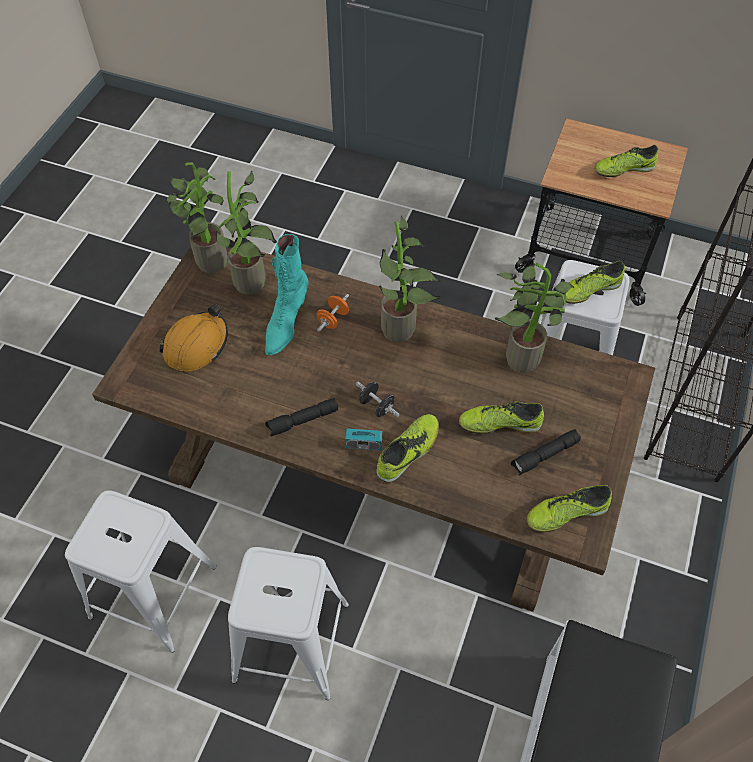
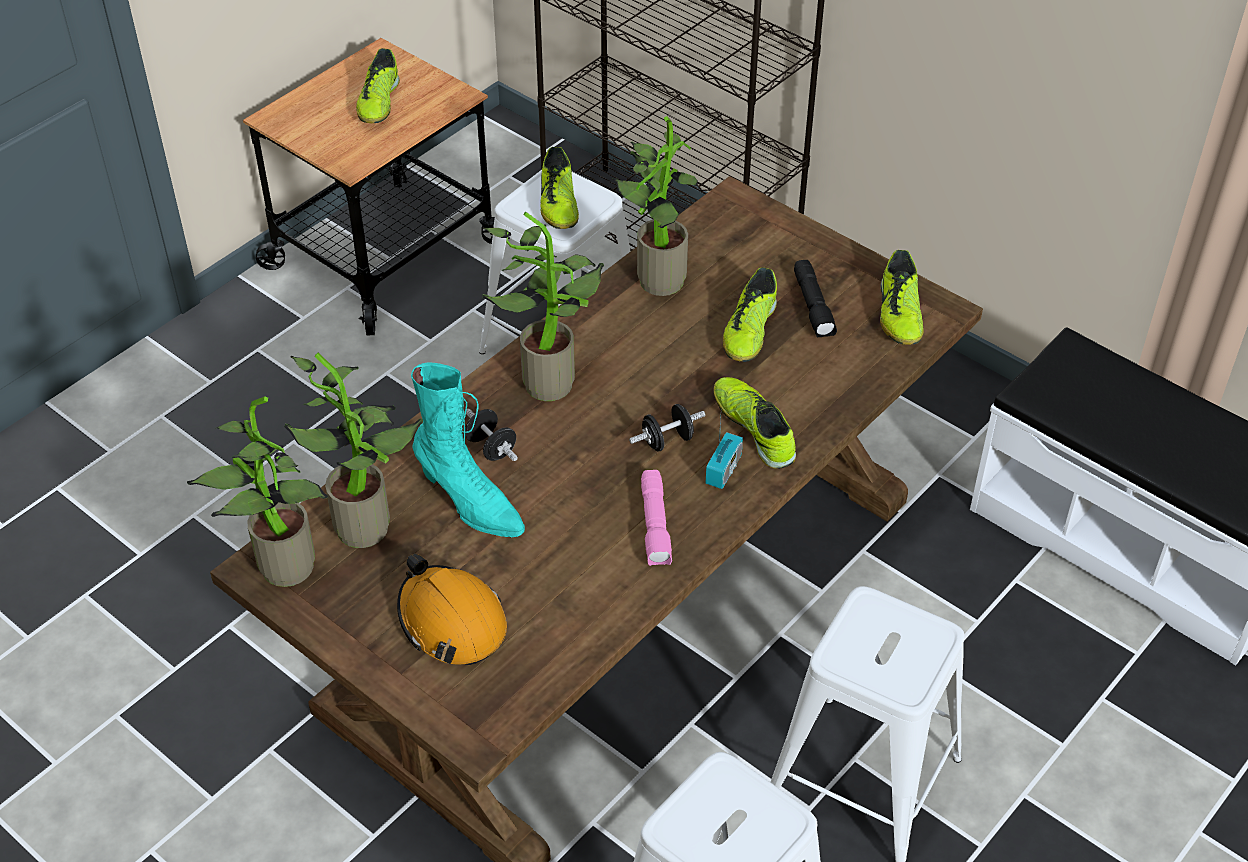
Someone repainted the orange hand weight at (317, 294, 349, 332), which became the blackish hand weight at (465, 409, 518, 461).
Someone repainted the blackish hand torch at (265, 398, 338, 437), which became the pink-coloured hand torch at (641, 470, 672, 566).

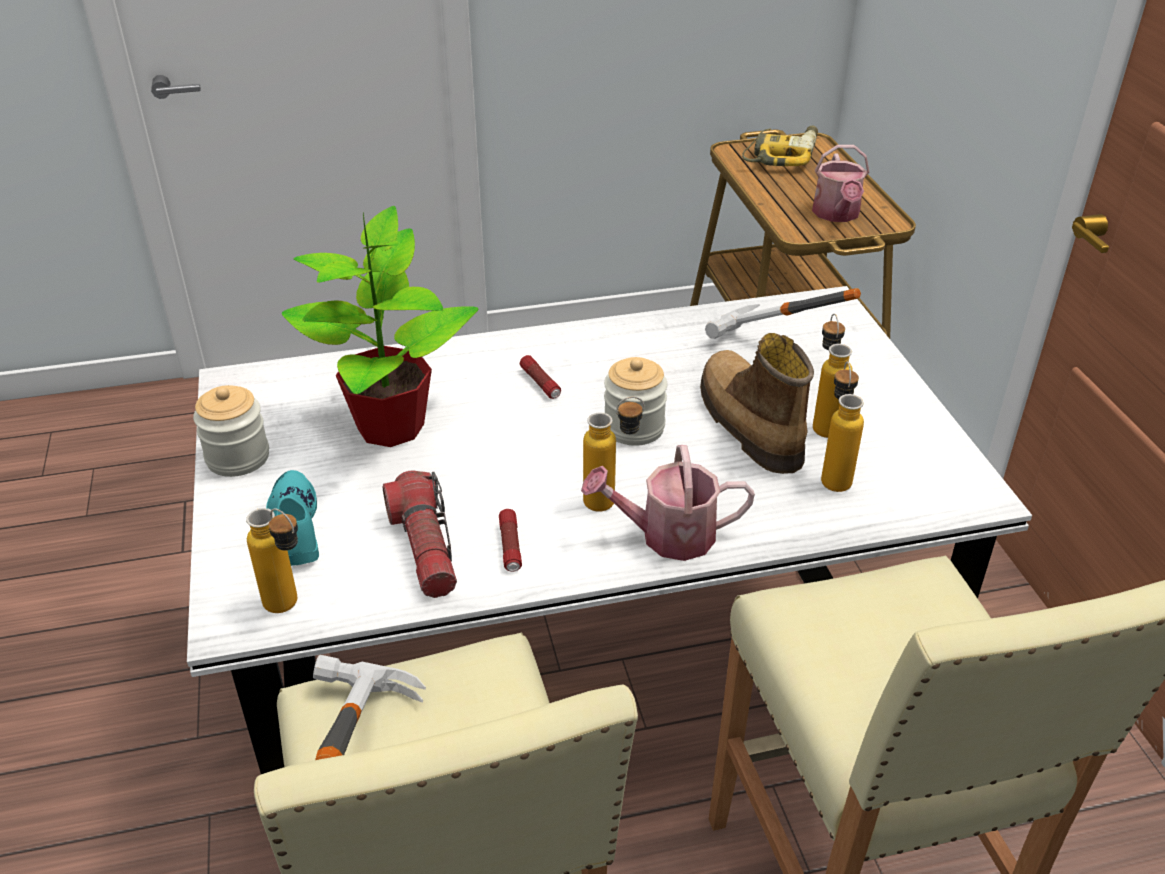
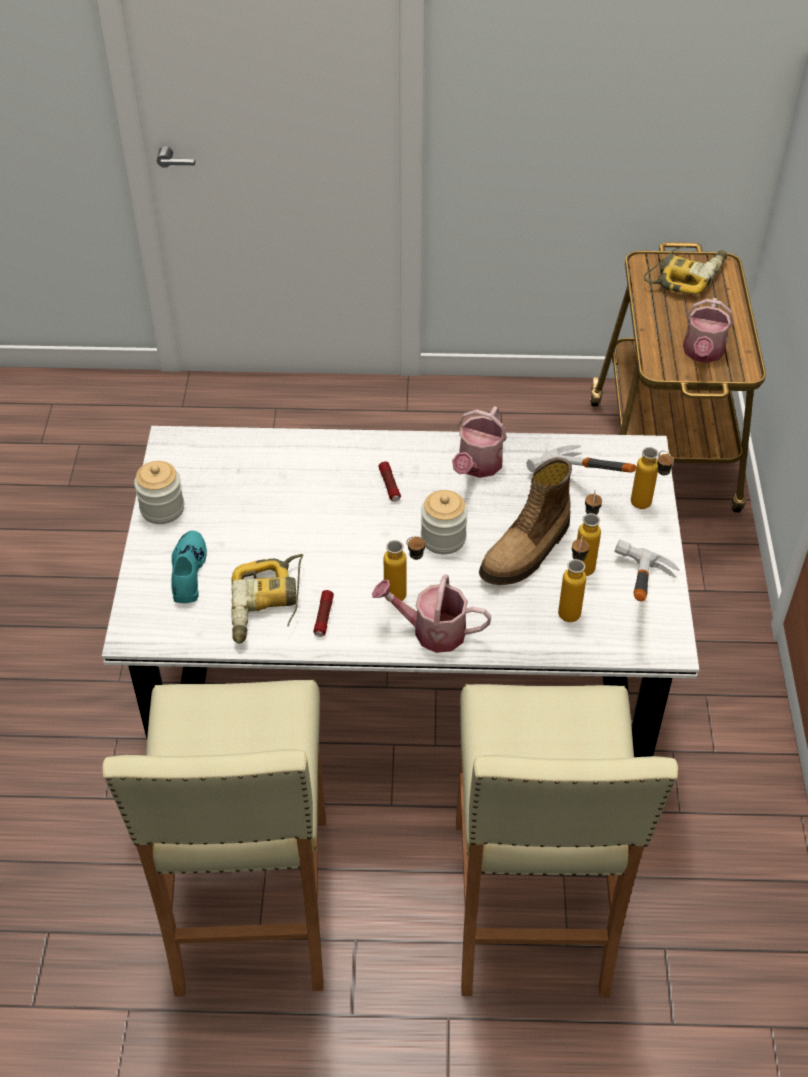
Someone took away the plant in a pot at (282, 206, 478, 447).
Someone rotated the tall boot at (700, 333, 814, 474) by 135 degrees counterclockwise.
Someone swapped the hand torch at (383, 470, 457, 598) for the drill at (231, 554, 303, 644).
Someone carried the bottle from (246, 508, 298, 613) to (631, 447, 674, 509).
Someone carried the hammer from (313, 655, 426, 760) to (614, 539, 680, 601).
Someone put down the watering pot at (452, 406, 507, 478).

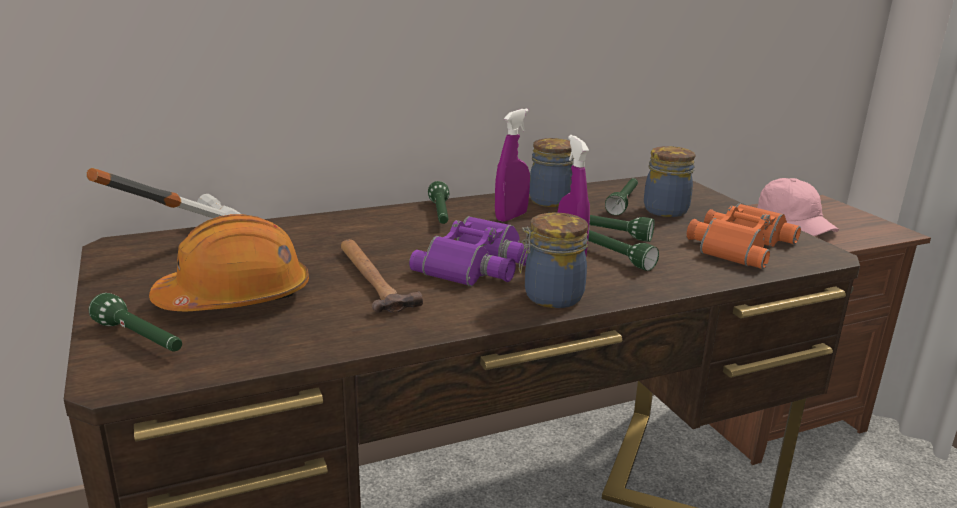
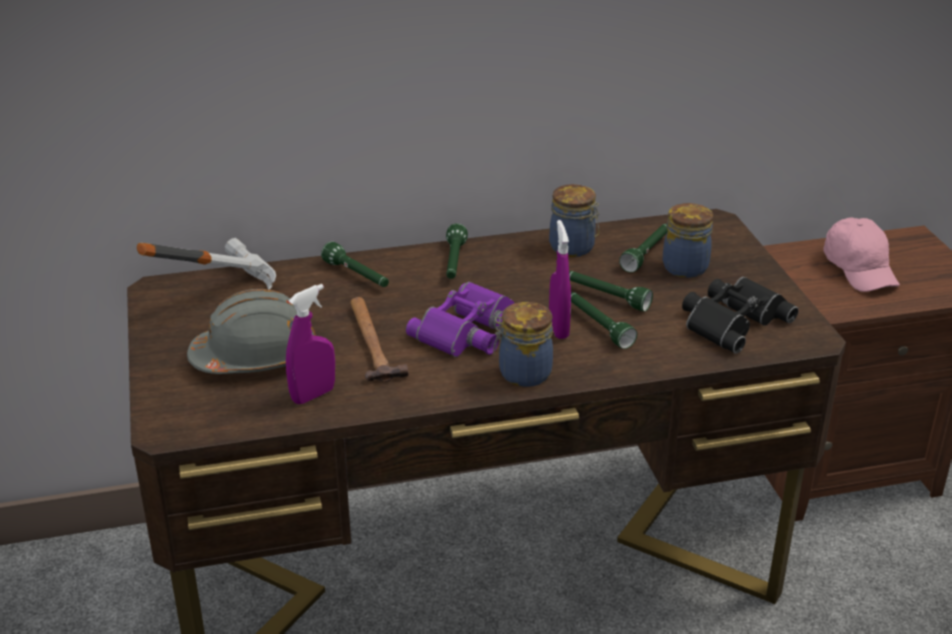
Someone carried the purple-coloured hand sprayer from (495, 109, 530, 222) to (286, 284, 335, 404).
Someone repainted the orange binoculars at (687, 203, 801, 269), which became the blackish binoculars at (682, 277, 799, 354).
Someone repainted the orange work helmet at (149, 214, 309, 311), which became the gray work helmet at (187, 289, 316, 374).
Someone carried the green-coloured hand torch from (89, 293, 182, 351) to (321, 242, 389, 287).

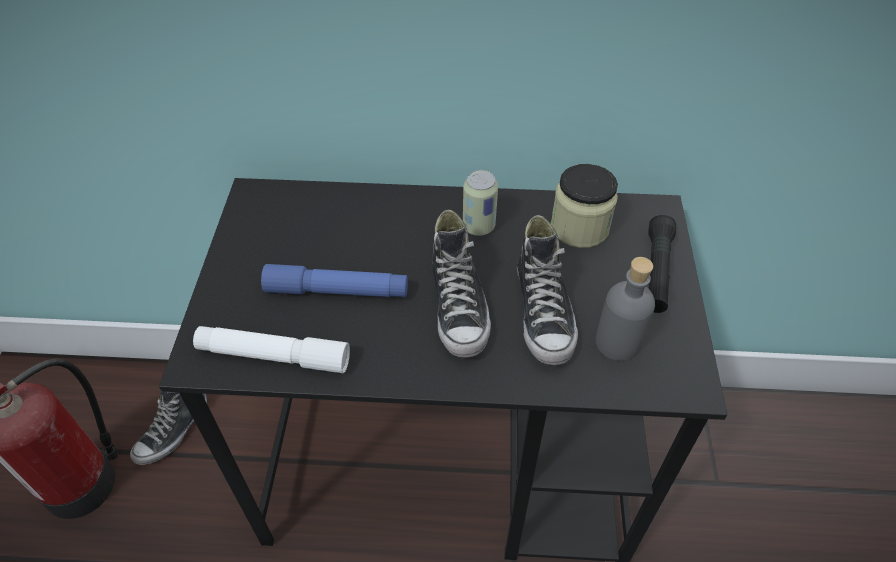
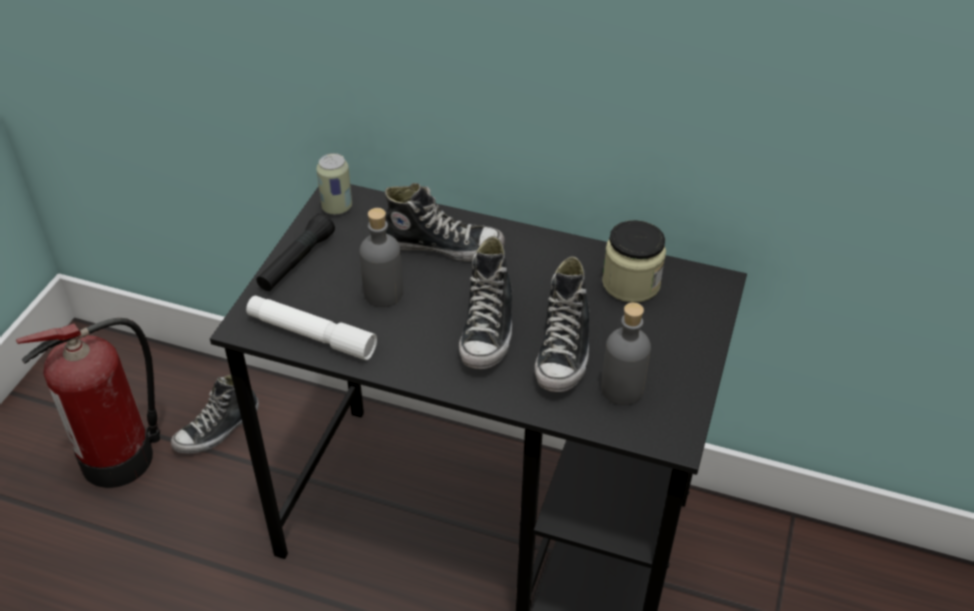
Someone carried the sealed can from (463, 170, 498, 236) to (316, 153, 352, 215).
Someone carried the blackish hand torch from (648, 215, 676, 313) to (256, 213, 335, 291).
Someone swapped the blue hand torch at (261, 264, 408, 297) for the gray bottle at (359, 208, 403, 307).
Someone put down the shoe at (384, 183, 505, 262).

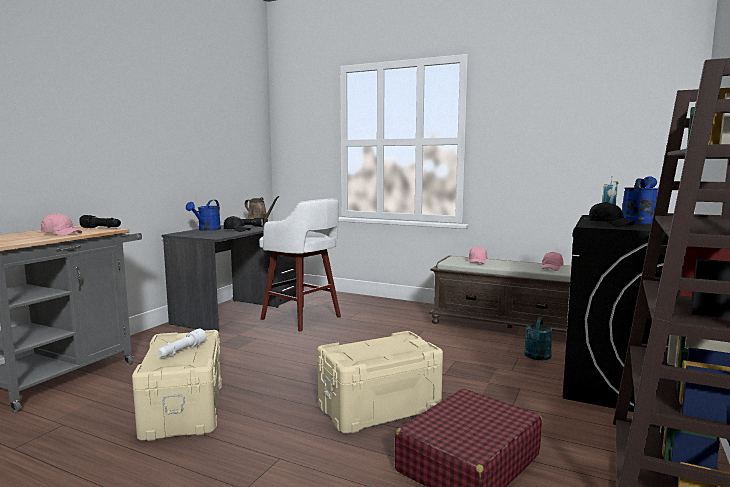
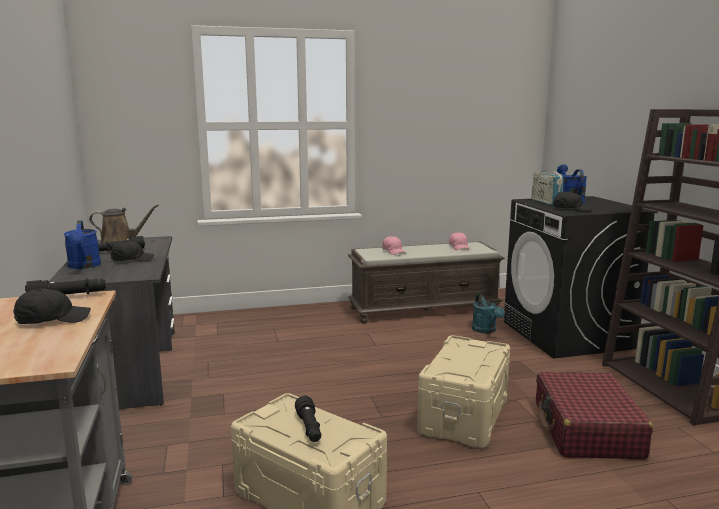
Someone took away the white stool at (259, 198, 341, 332).
Someone repainted the pink-coloured cap at (41, 213, 82, 236), which became the blackish cap at (13, 289, 91, 324).
Someone repainted the white hand torch at (158, 329, 207, 357), which became the blackish hand torch at (295, 396, 321, 442).

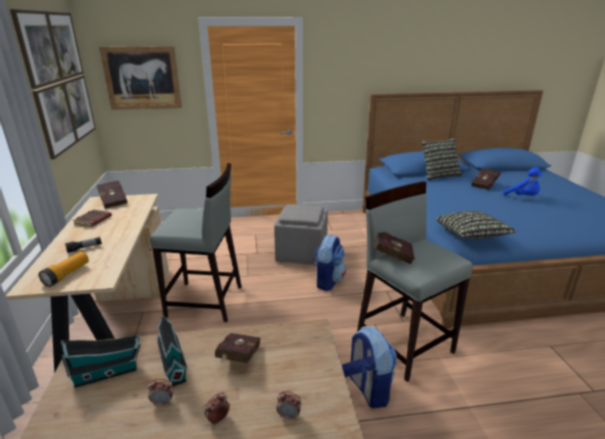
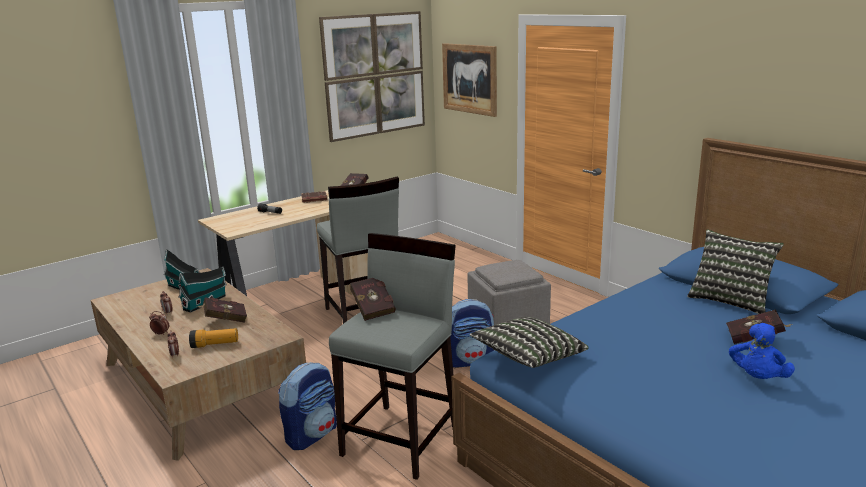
Someone carried the hand torch from (39, 252, 89, 287) to (189, 328, 238, 348).

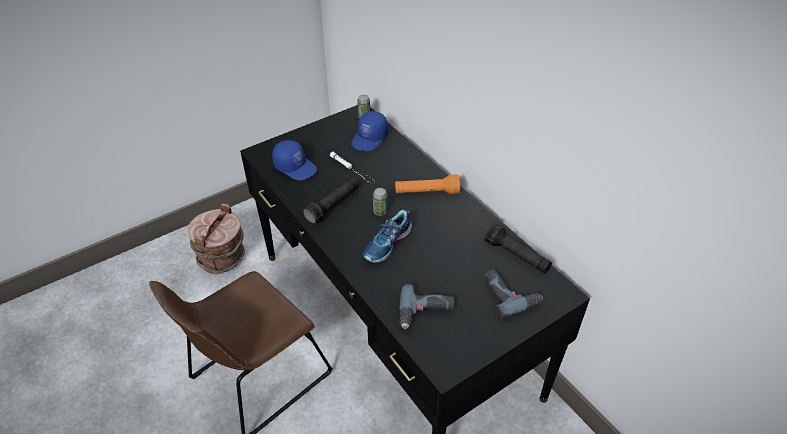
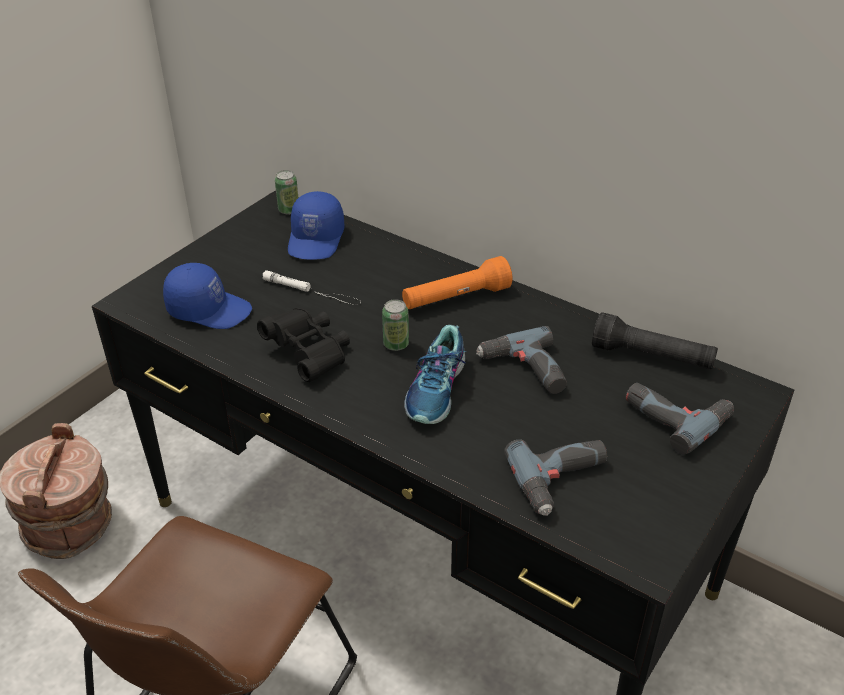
Someone swapped the blackish hand torch at (303, 177, 359, 224) for the blackish binoculars at (257, 308, 350, 382).
Someone put down the drill at (476, 326, 567, 394).

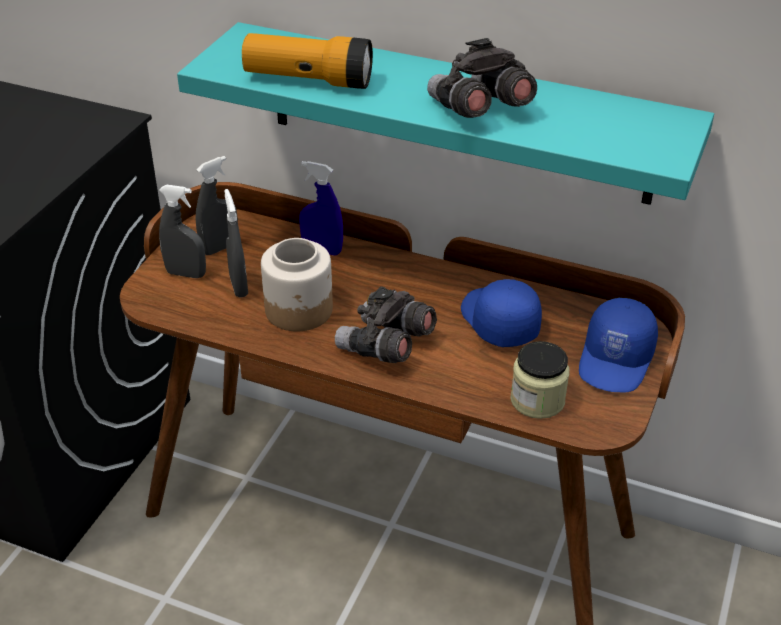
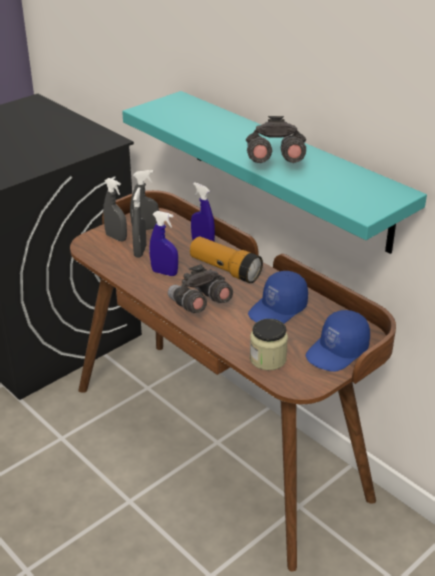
Someone carried the hand torch from (242, 33, 373, 89) to (190, 236, 263, 283).
Someone swapped the jar at (261, 238, 333, 332) for the blue hand sprayer at (150, 211, 178, 276).
Someone rotated the blue cap at (461, 279, 542, 347) by 135 degrees counterclockwise.

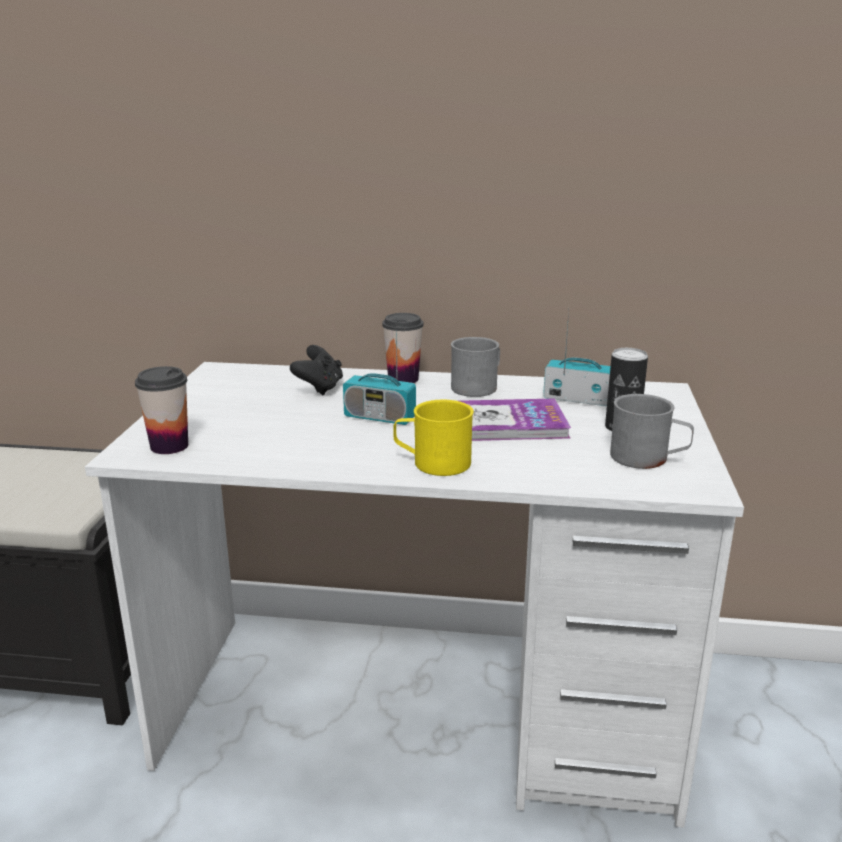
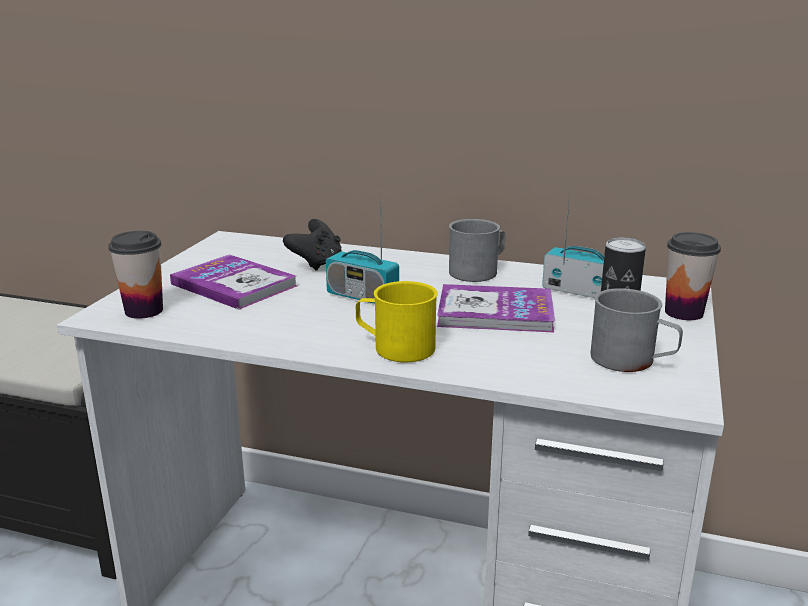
Someone carried the drinking cup from (382, 313, 424, 383) to (665, 232, 721, 320).
Someone put down the book at (170, 254, 297, 310).

